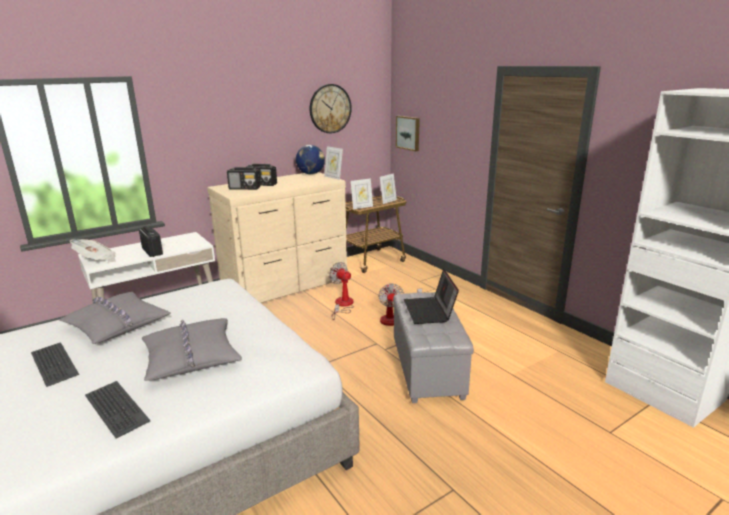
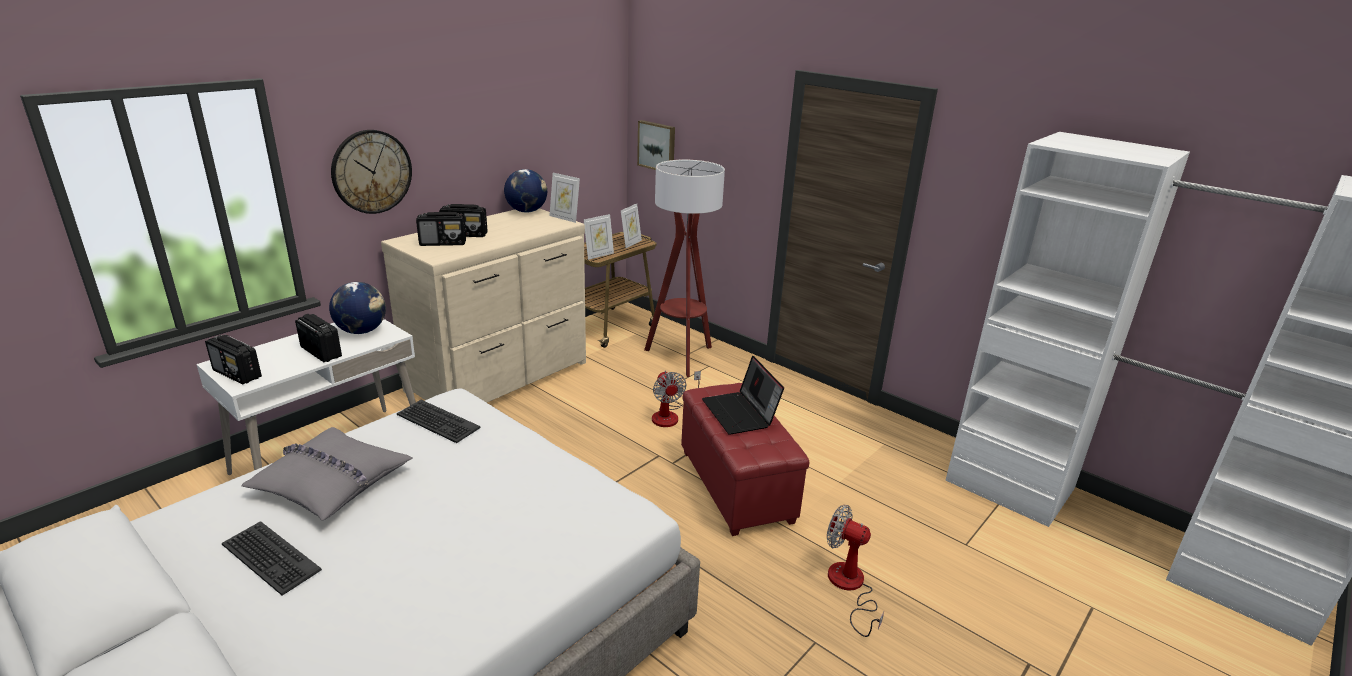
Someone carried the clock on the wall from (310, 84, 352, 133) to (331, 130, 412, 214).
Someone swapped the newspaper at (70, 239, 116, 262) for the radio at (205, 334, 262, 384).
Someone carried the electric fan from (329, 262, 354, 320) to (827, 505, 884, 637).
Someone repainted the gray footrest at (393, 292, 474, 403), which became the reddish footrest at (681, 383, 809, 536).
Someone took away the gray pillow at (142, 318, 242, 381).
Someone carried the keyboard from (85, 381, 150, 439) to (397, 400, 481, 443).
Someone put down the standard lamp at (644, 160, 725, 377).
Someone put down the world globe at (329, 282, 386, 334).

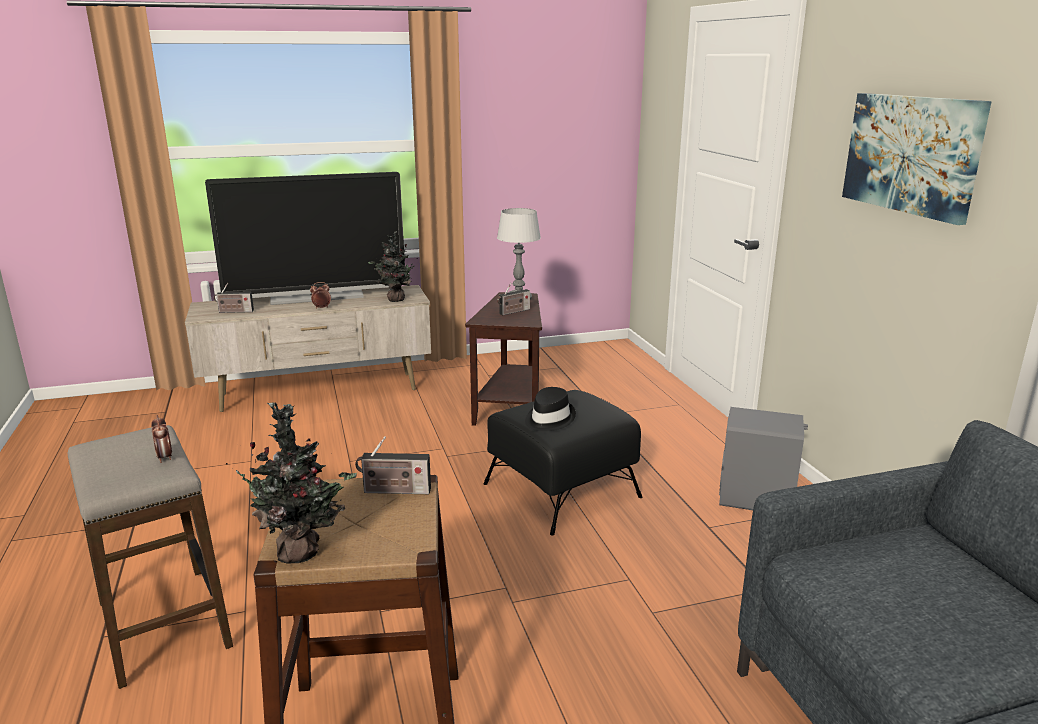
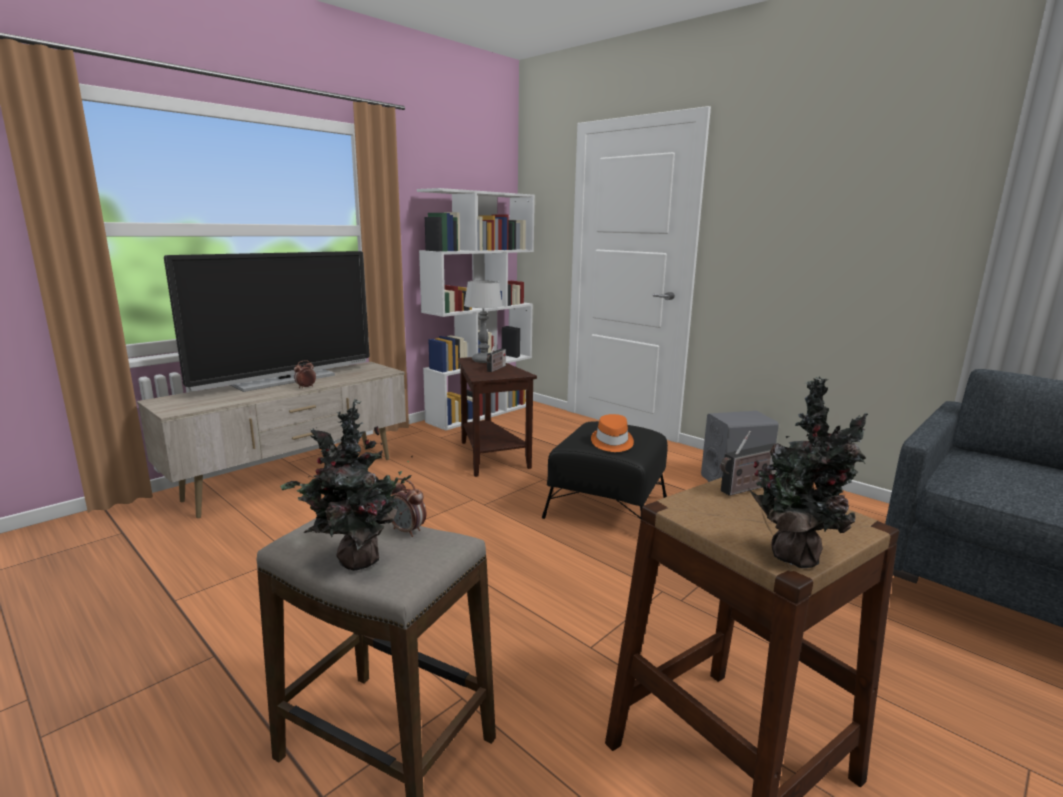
Someone took away the picture at (842, 93, 992, 225).
Someone carried the plant in a pot from (368, 231, 416, 302) to (280, 399, 413, 571).
Someone took away the radio at (214, 283, 254, 313).
Someone repainted the blackish hat at (525, 387, 576, 431), which became the orange hat at (591, 414, 634, 452).
Someone put down the white bookcase at (417, 188, 535, 430).

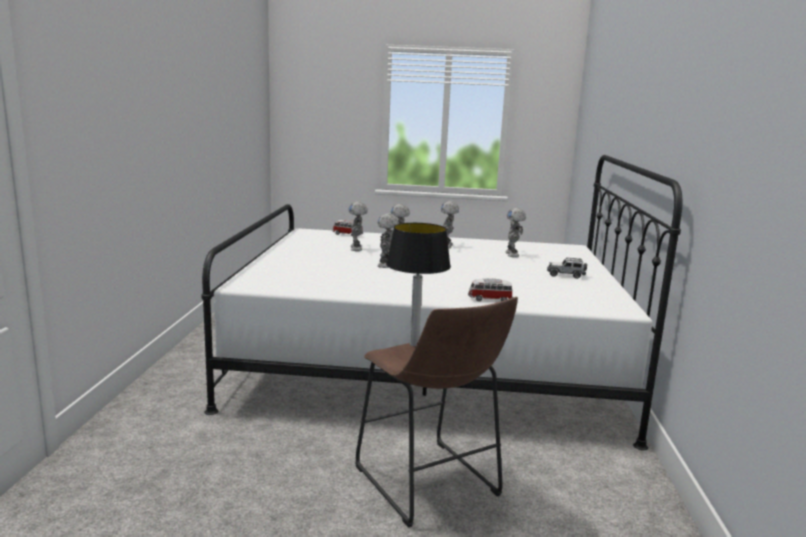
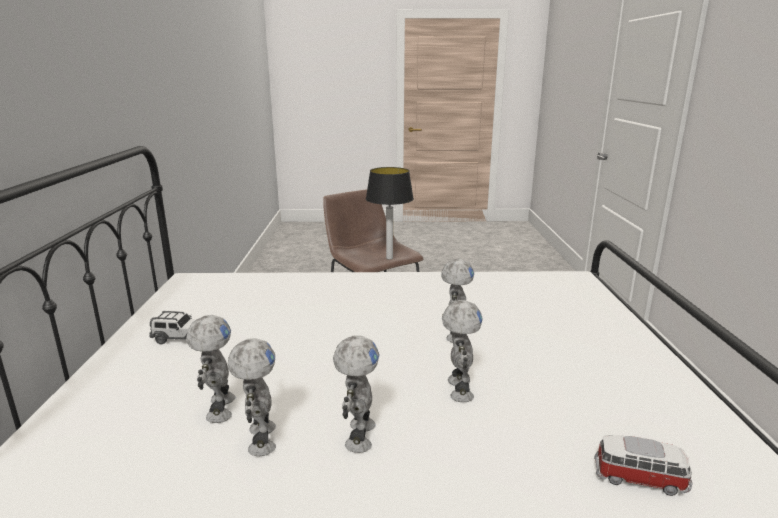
Someone carried the toy robot from (349, 202, 368, 251) to (228, 338, 276, 456).
Someone took away the toy car at (468, 278, 513, 301).

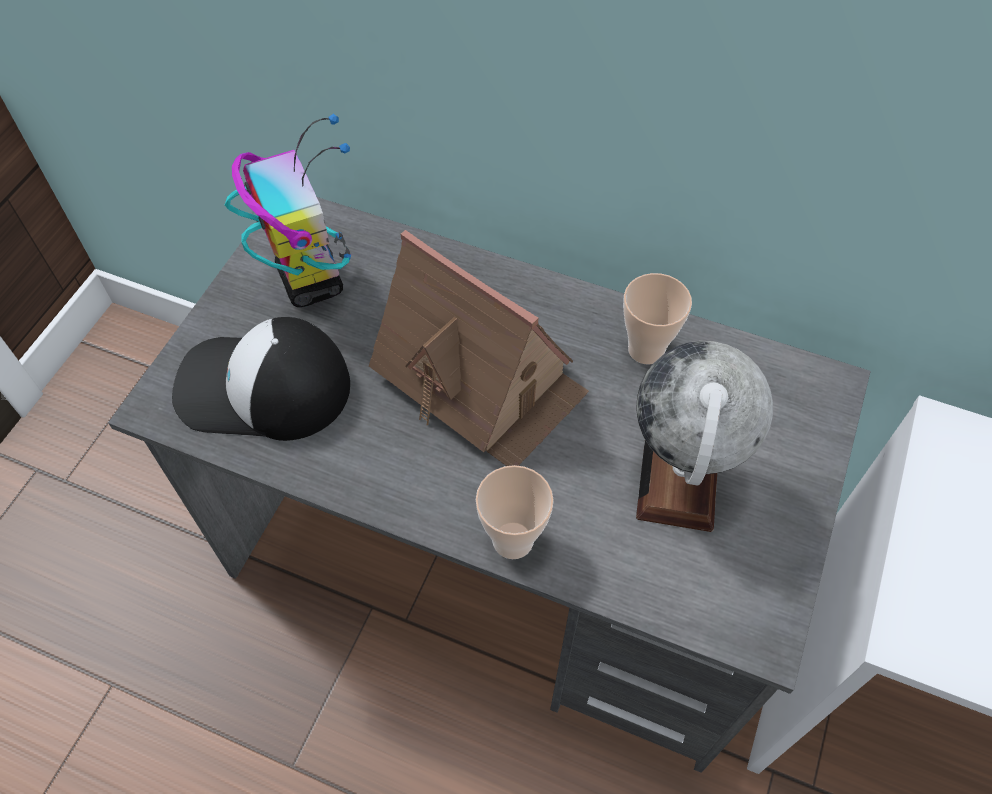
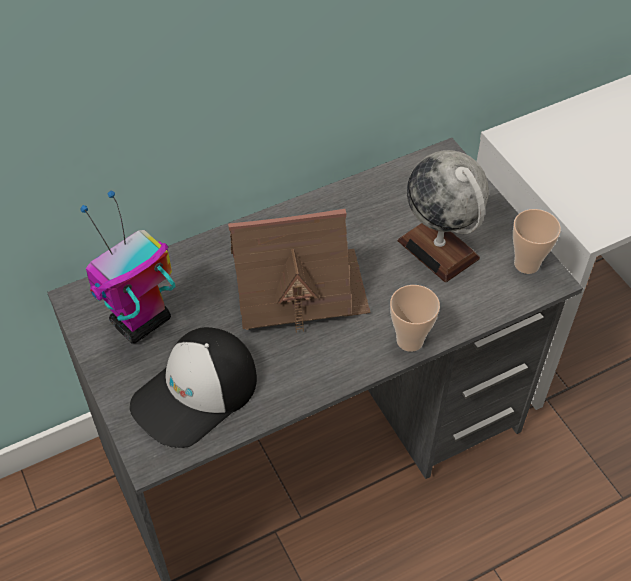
Someone rotated the toy robot at (225, 114, 351, 307) by 60 degrees counterclockwise.
Someone carried the drinking cup from (623, 273, 692, 364) to (513, 209, 561, 274).

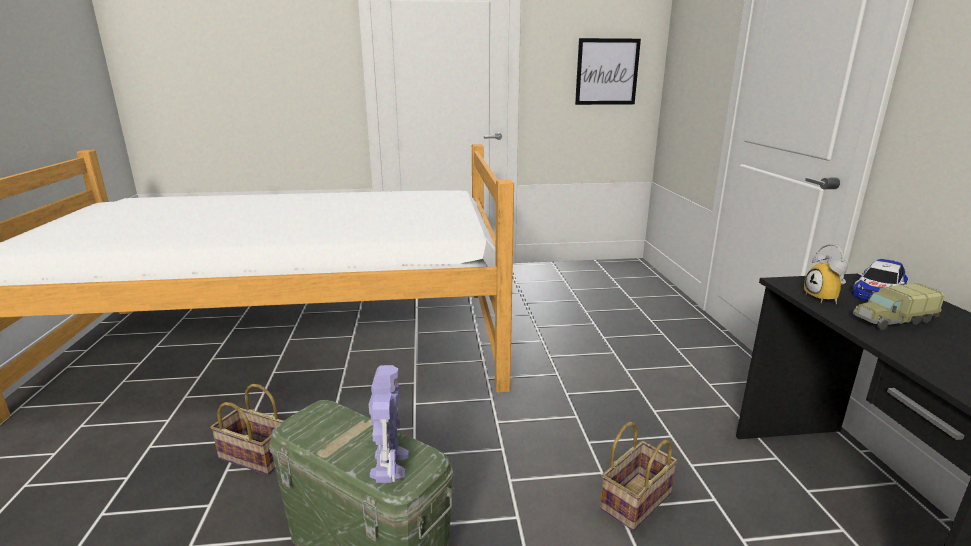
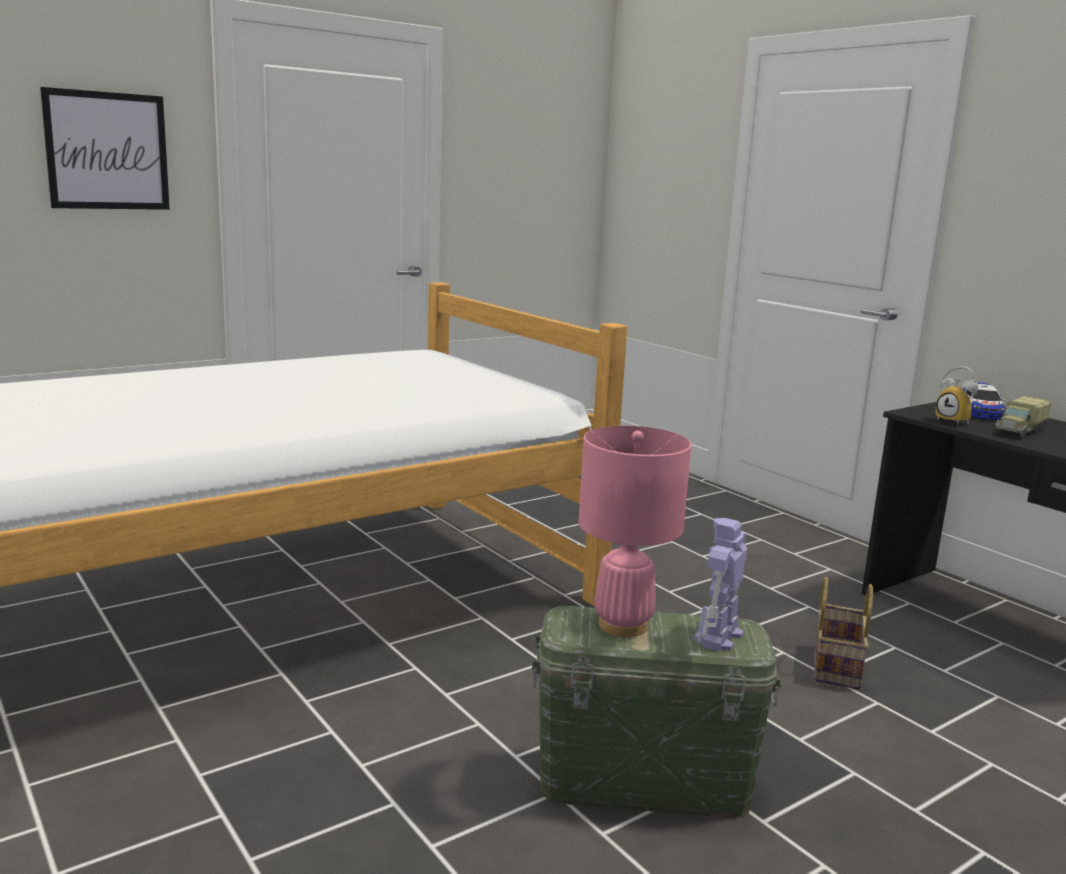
Someone carried the picture from (575, 38, 641, 105) to (40, 87, 170, 210).
Someone rotated the toy robot at (369, 365, 409, 483) by 120 degrees counterclockwise.
Someone took away the storage basket at (210, 384, 284, 475).
Someone put down the pink-coloured tabletop lamp at (579, 426, 692, 637).

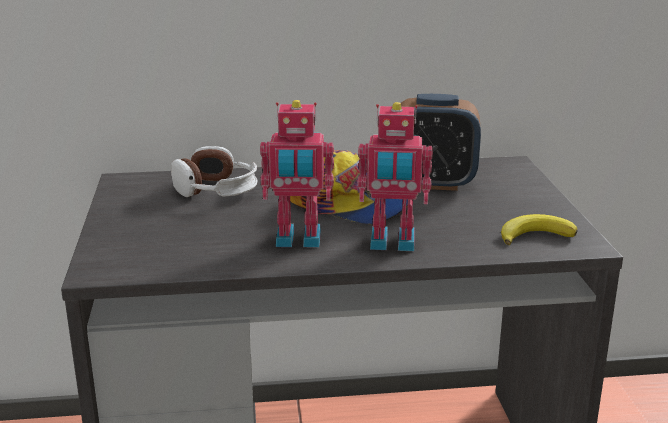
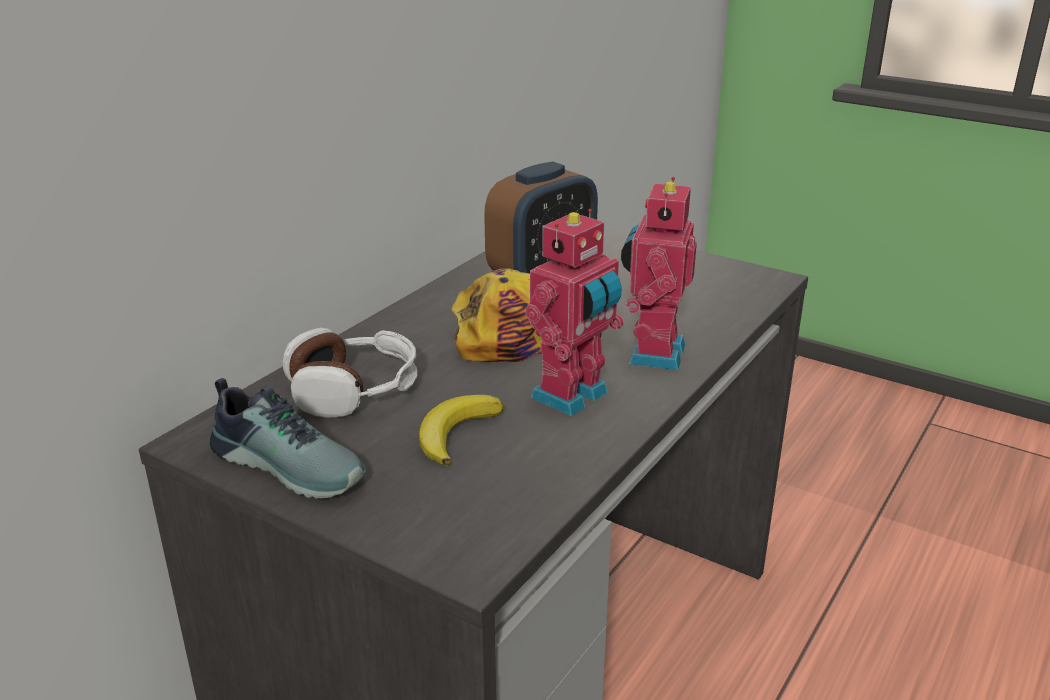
Someone rotated the toy robot at (357, 102, 433, 251) by 150 degrees clockwise.
Someone carried the banana fruit from (501, 214, 578, 245) to (419, 395, 503, 466).
Someone put down the shoe at (210, 378, 366, 499).

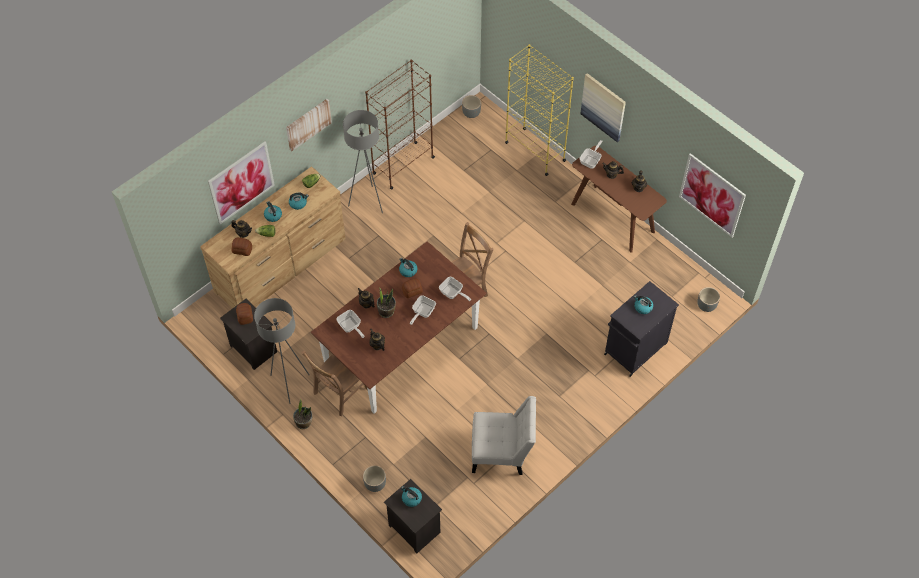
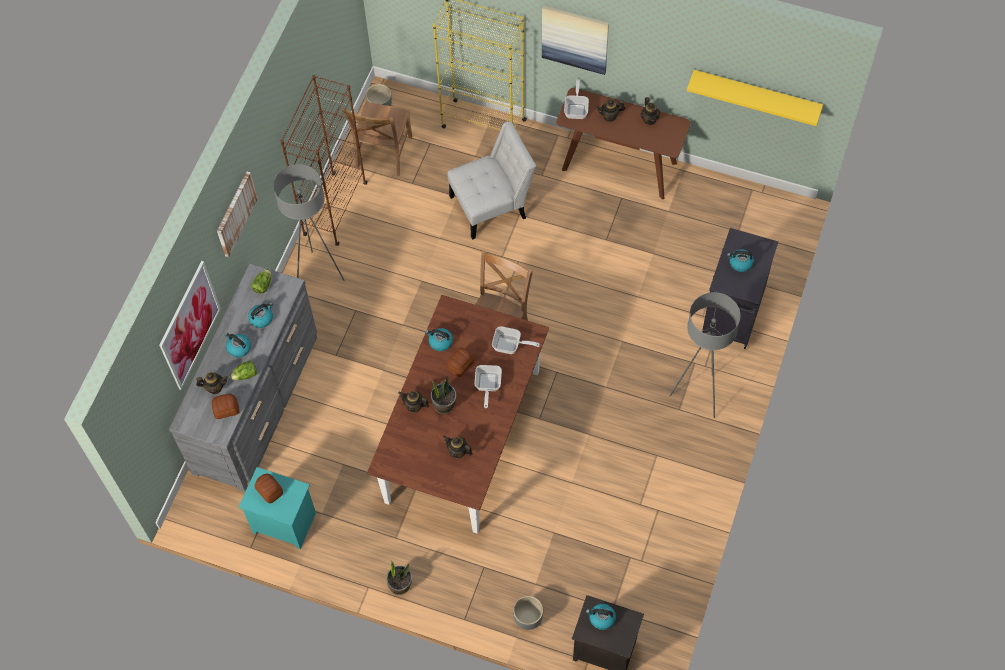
Someone swapped the picture at (679, 153, 746, 237) for the yellow bracket shelf at (687, 70, 823, 126).
Someone repainted the brown-coloured drawer chest at (200, 166, 346, 309), which became the gray drawer chest at (169, 264, 317, 492).
Someone took away the gray planter at (697, 287, 720, 312).
Someone repainted the blackish night table at (220, 298, 277, 370), which became the turquoise-coloured night table at (239, 467, 316, 549).
Someone carried the gray standard lamp from (254, 298, 310, 404) to (670, 292, 741, 418).
Someone took away the skillet at (336, 310, 365, 338).
Someone carried the brown-coloured chair from (301, 351, 367, 416) to (342, 102, 412, 176).
Someone carried the white chair from (472, 396, 536, 475) to (448, 121, 536, 240).

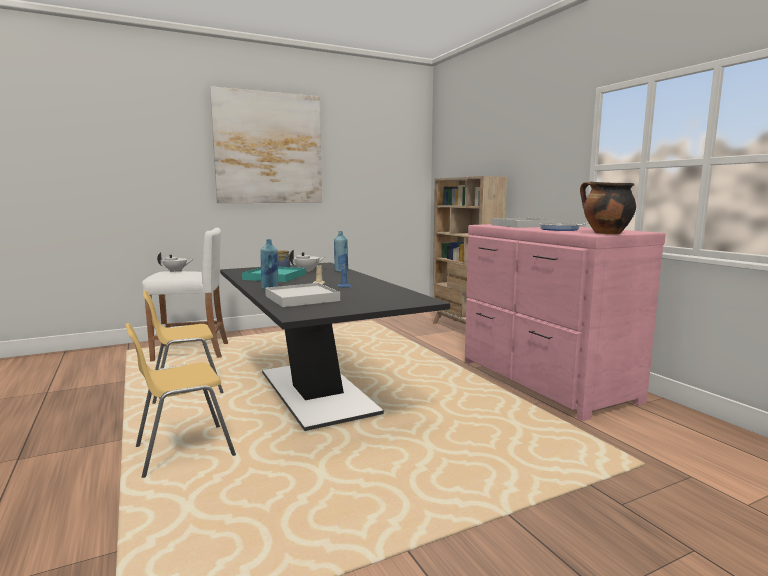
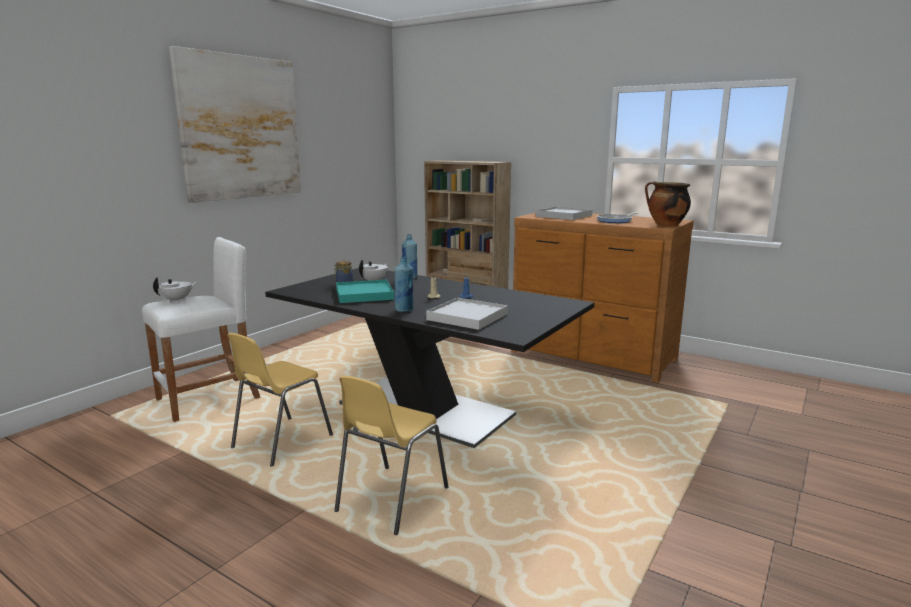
Someone repainted the pink-coloured drawer chest at (465, 224, 666, 421), which became the brown-coloured drawer chest at (511, 213, 694, 383).

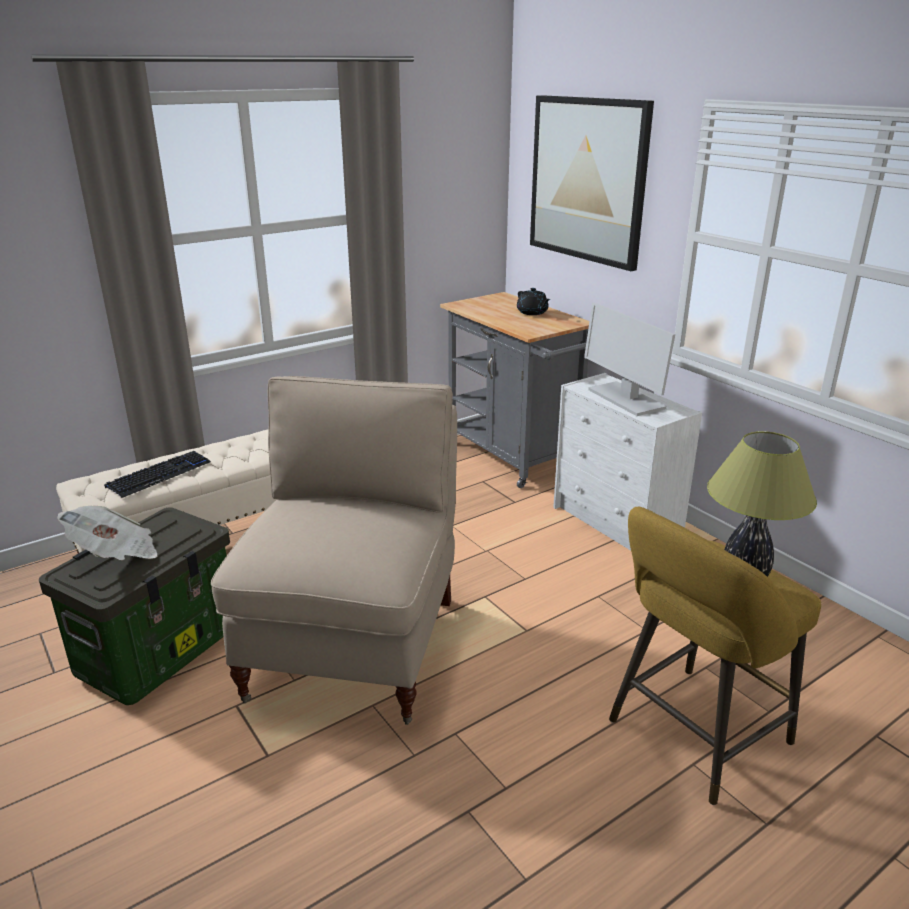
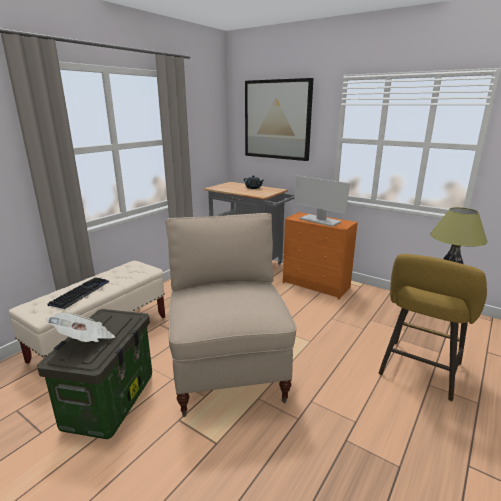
Someone repainted the white drawer chest at (553, 373, 702, 551), which became the orange drawer chest at (283, 212, 358, 299).

